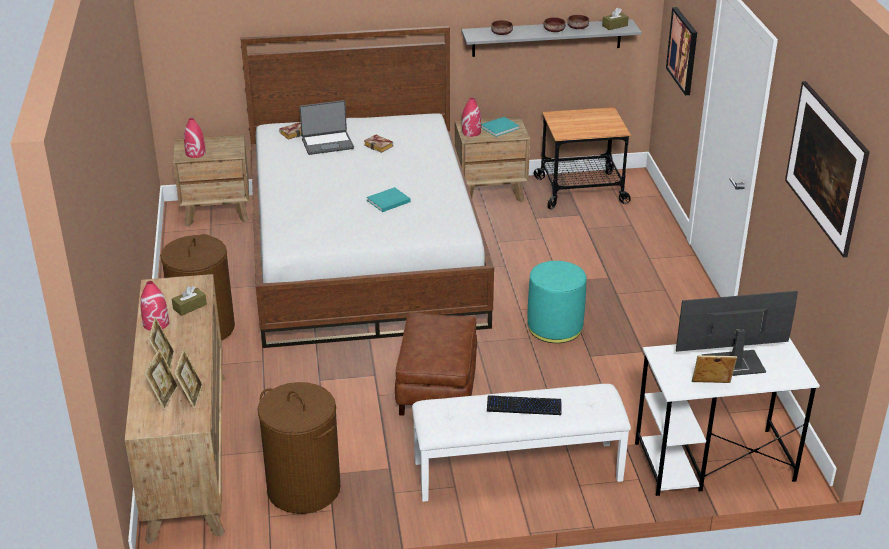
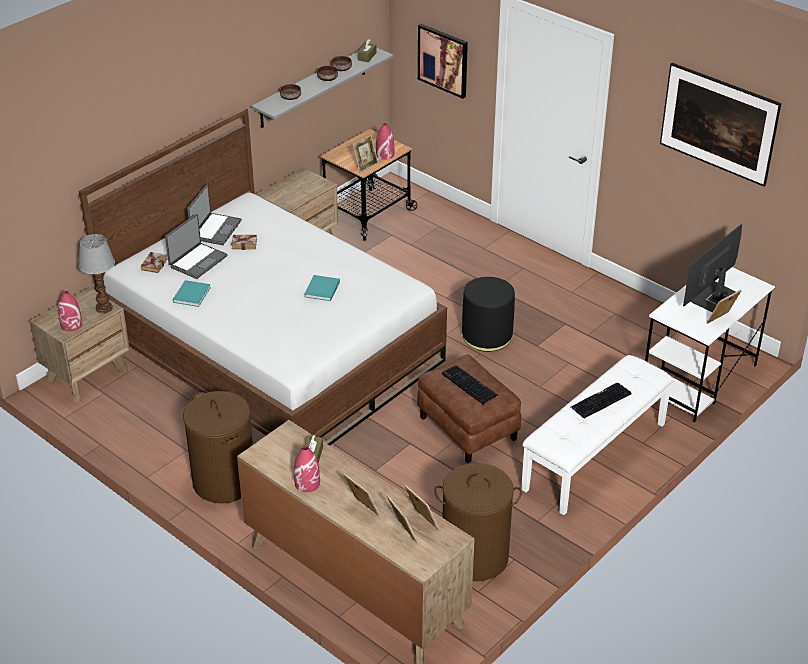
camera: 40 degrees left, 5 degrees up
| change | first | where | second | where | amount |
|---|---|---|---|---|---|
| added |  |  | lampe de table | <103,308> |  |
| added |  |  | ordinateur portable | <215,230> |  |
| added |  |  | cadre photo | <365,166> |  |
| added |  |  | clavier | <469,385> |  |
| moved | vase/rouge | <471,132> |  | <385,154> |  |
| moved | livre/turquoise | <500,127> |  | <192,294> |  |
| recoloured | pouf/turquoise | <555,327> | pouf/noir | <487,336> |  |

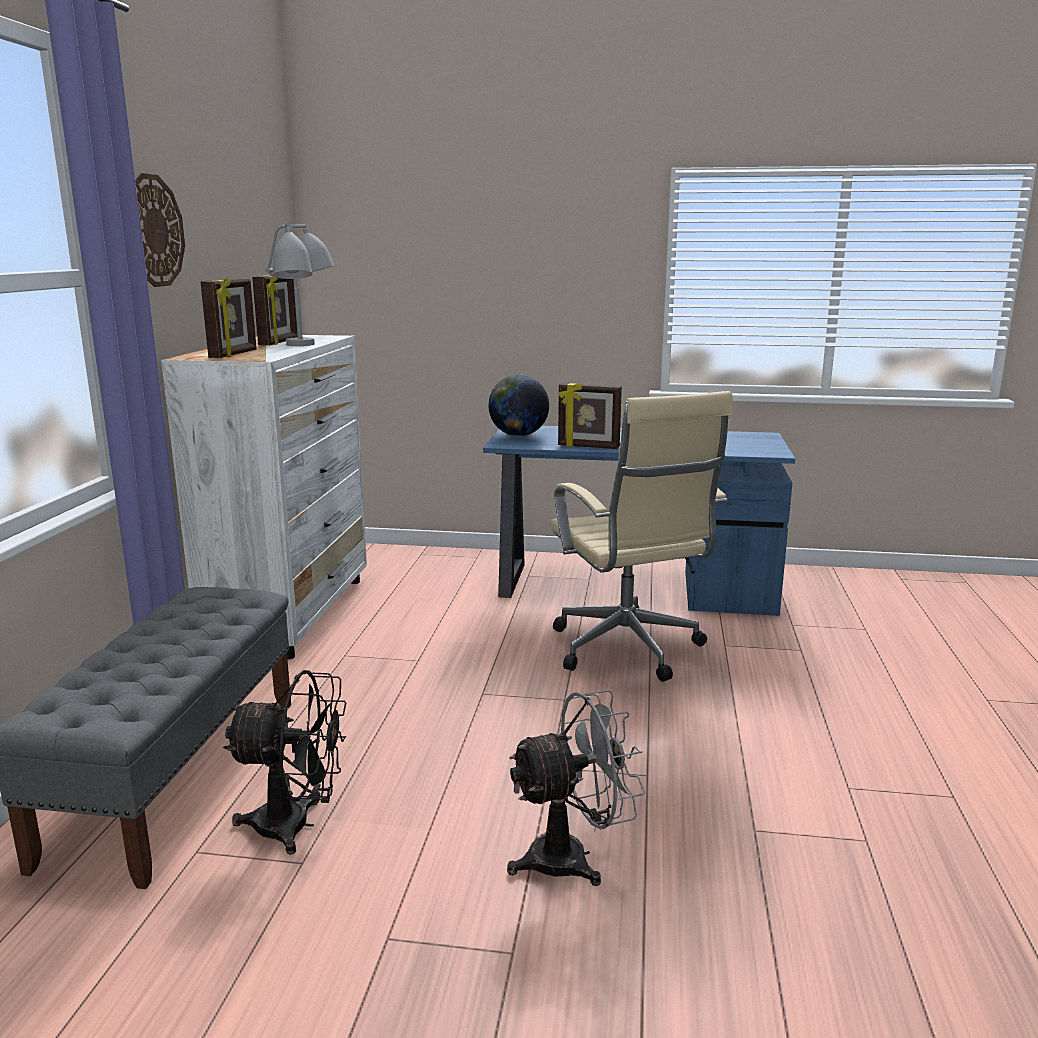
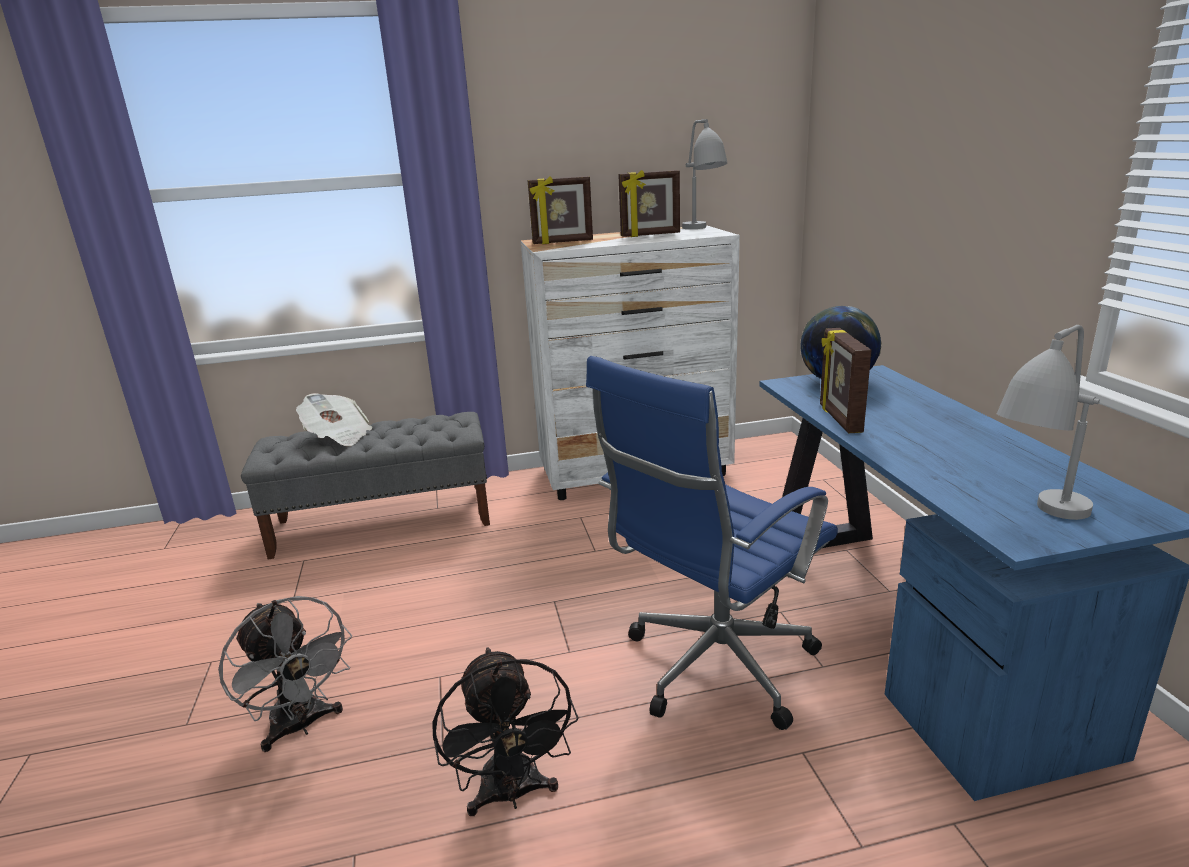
camera: 70 degrees right, 5 degrees up
| change | first | where | second | where | amount |
|---|---|---|---|---|---|
| removed | horloge murale | <153,231> |  |  |  |
| added |  |  | journal | <338,436> |  |
| moved | ventilateur/noir | <297,826> |  | <512,795> |  |
| moved | lampe de table/gris | <299,348> |  | <1034,524> |  |
| recoloured | chaise de bureau/beige | <629,651> | chaise de bureau/bleu | <713,669> |  |

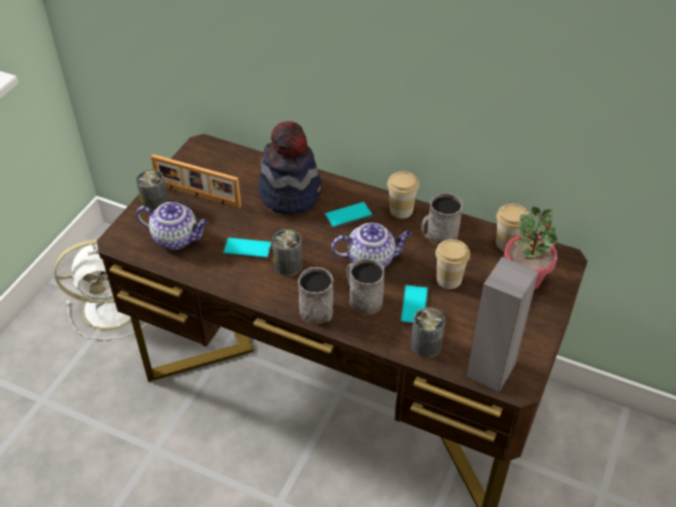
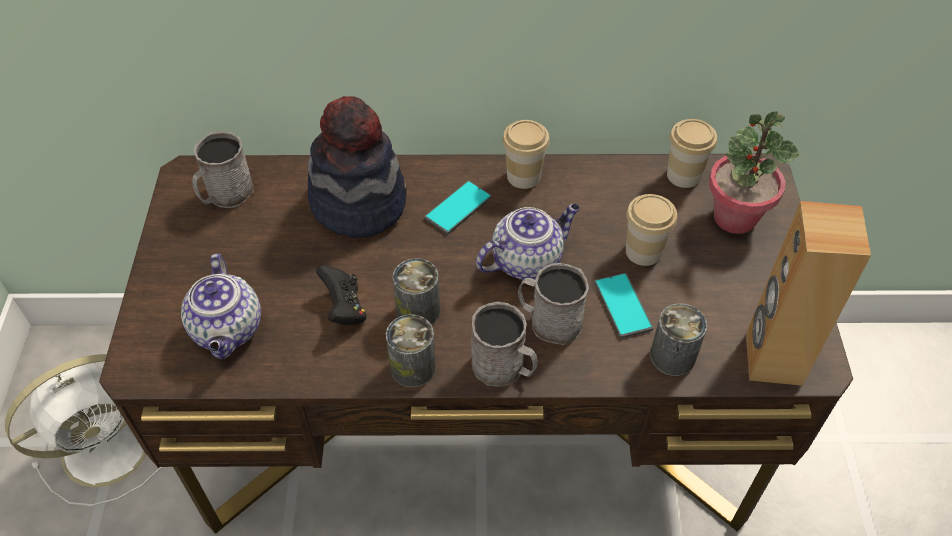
camera: 25 degrees left, 5 degrees up
| change | first | where | second | where | amount |
|---|---|---|---|---|---|
| removed | cadre photo | <197,196> |  |  |  |
| moved | boîte métallique | <155,204> |  | <413,367> |  |
| moved | mug/gris | <438,236> |  | <226,195> |  |
| replaced | téléphone | <247,249> | manette/noir | <344,308> |  |
| recoloured | enceinte/gris | <490,370> | enceinte/marron | <772,359> |  |
| turned | théière | <177,238> |  | <228,330> | 90 degrees clockwise |

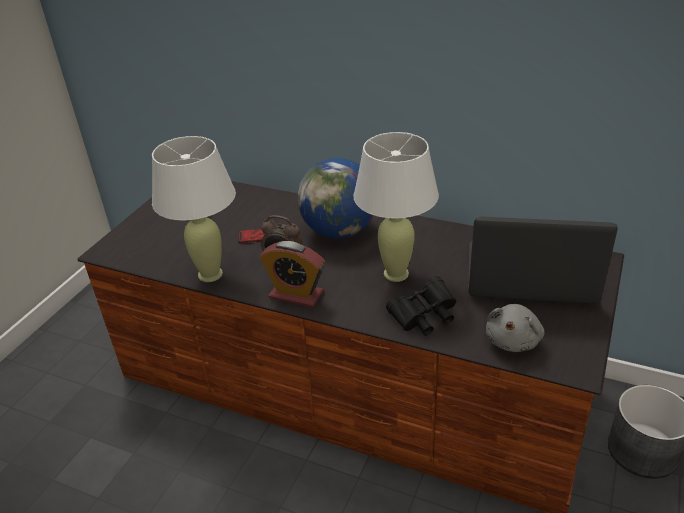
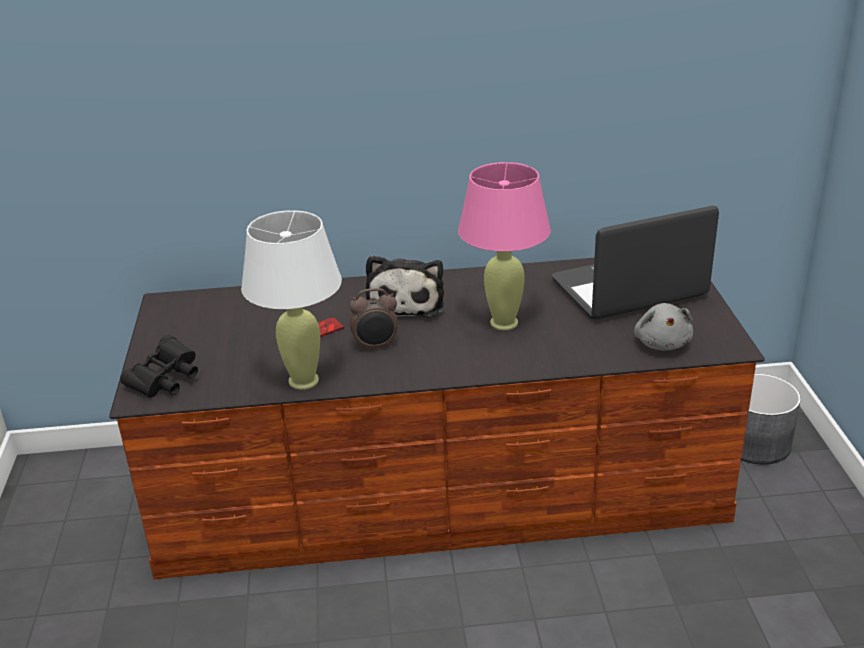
camera: 30 degrees left, 5 degrees down
| change | first | where | second | where | amount |
|---|---|---|---|---|---|
| removed | réveil | <296,295> |  |  |  |
| moved | jumelles/noir | <424,317> |  | <165,381> |  |
| replaced | globe | <339,231> | peluche | <406,302> |  |
| recoloured | lampe de table/blanc | <396,273> | lampe de table/rose | <503,322> |  |

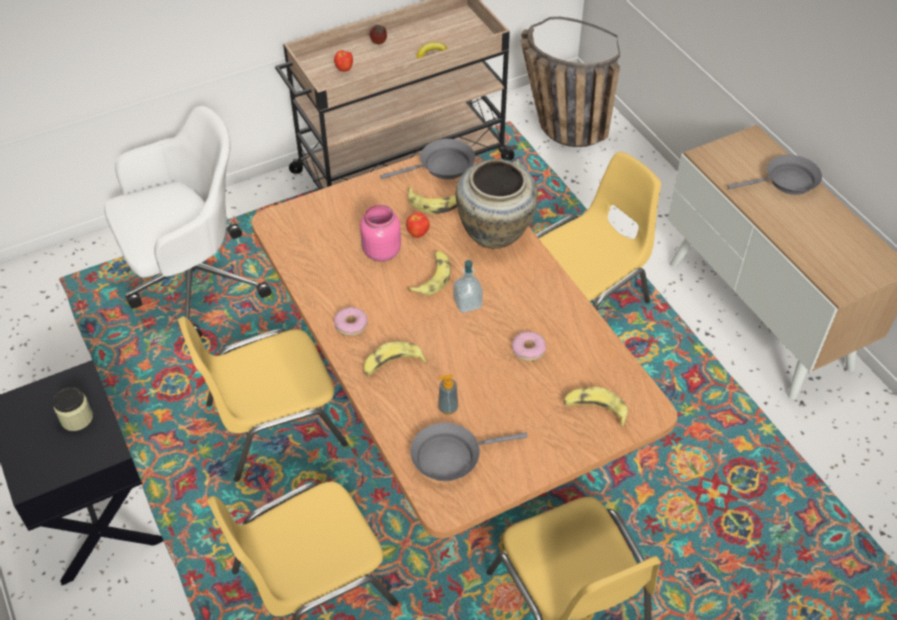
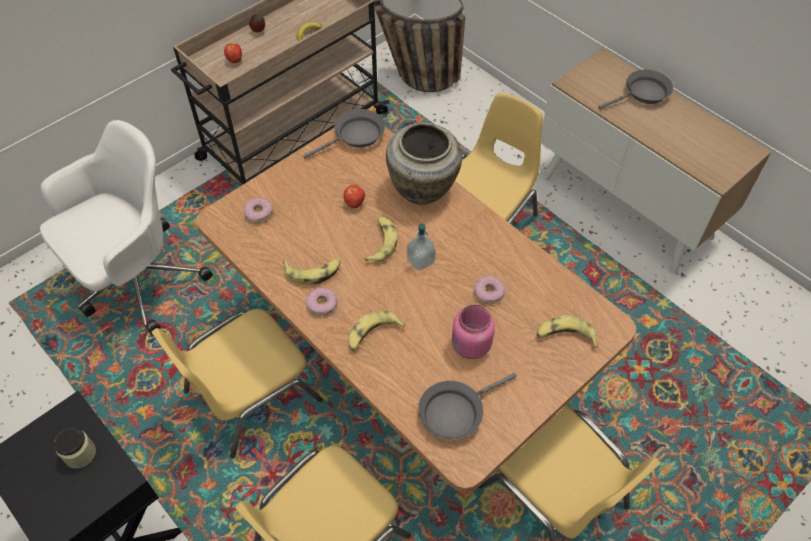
camera: 15 degrees left, 5 degrees up
| change | first | where | second | where | amount |
|---|---|---|---|---|---|
| removed | distributeur de savon | <448,408> |  |  |  |
| added |  |  | beignet | <259,213> |  |
| moved | bocal/rose | <380,252> |  | <470,346> |  |
| moved | banane | <435,203> |  | <313,272> |  |

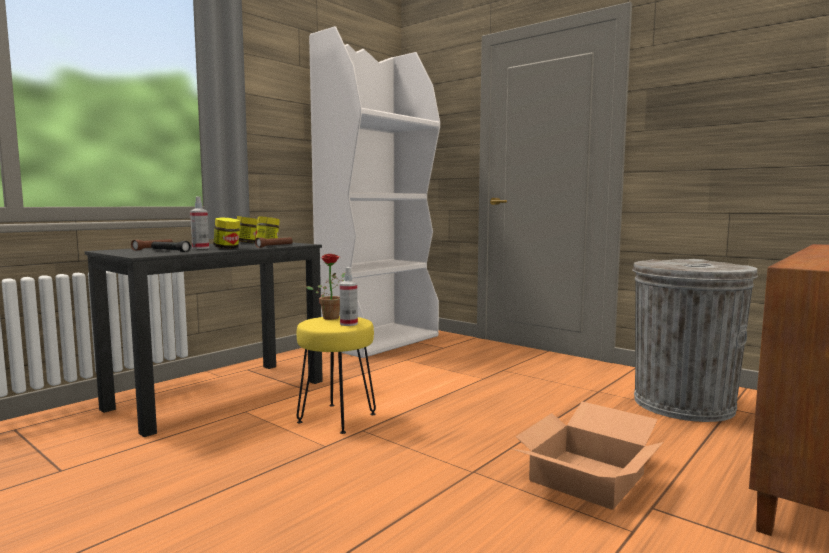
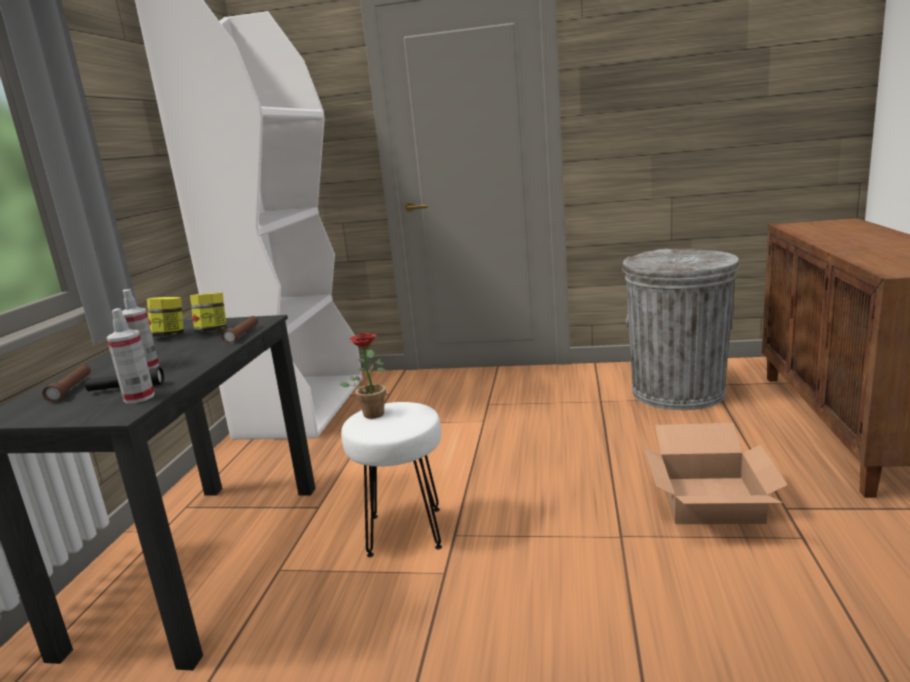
camera: 30 degrees left, 10 degrees up
| change | first | where | second | where | amount |
|---|---|---|---|---|---|
| removed | bocal | <227,248> |  |  |  |
| moved | vaporisateur | <348,324> |  | <139,397> |  |
| recoloured | tabouret/jaune | <337,418> | tabouret/blanc | <406,532> |  |

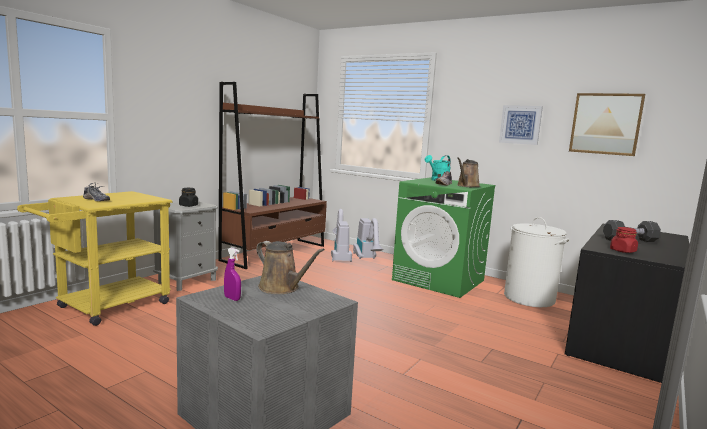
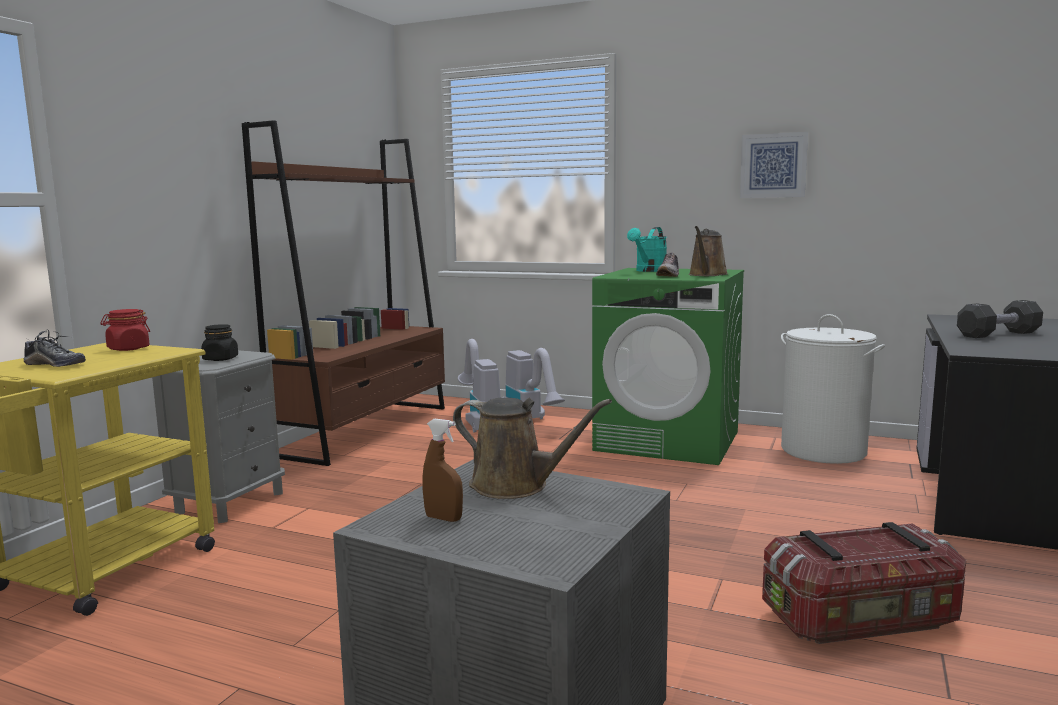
camera: 10 degrees left, 0 degrees up
| change | first | where | second | where | amount |
|---|---|---|---|---|---|
| removed | tableau | <605,124> |  |  |  |
| added |  |  | boîte de rangement | <862,620> |  |
| moved | bocal/rouge | <622,251> |  | <128,349> |  |
| recoloured | vaporisateur/violet | <232,298> | vaporisateur/marron | <443,518> |  |

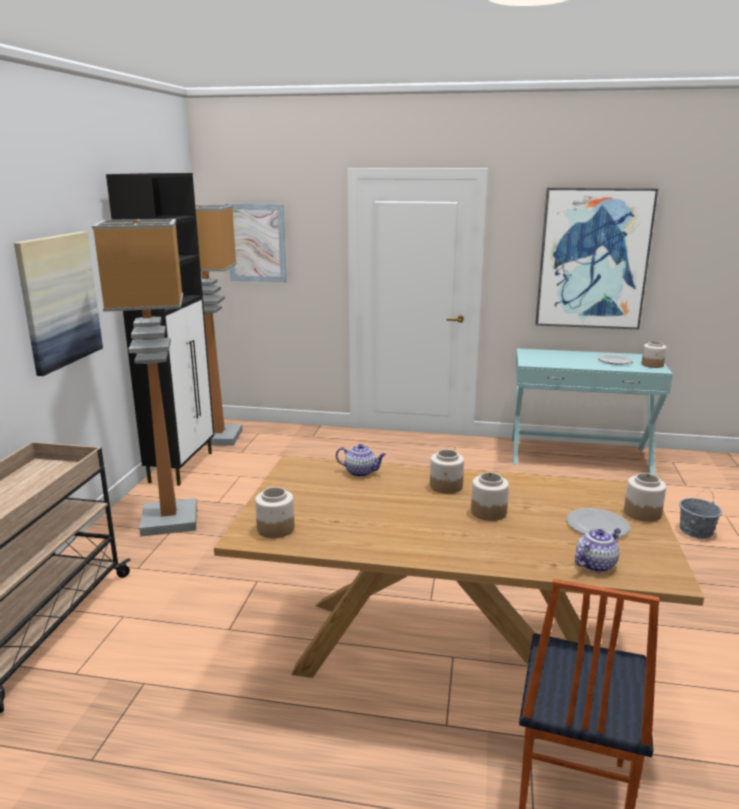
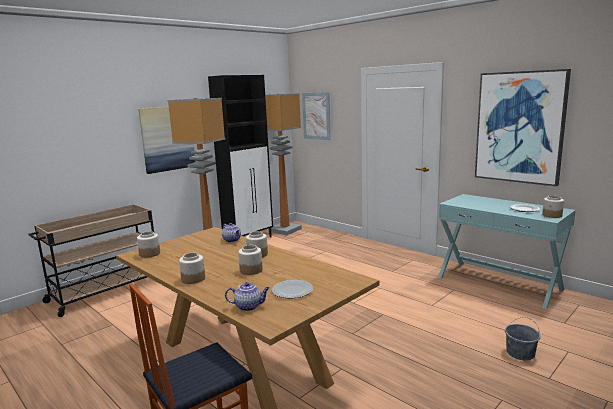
camera: 35 degrees right, 5 degrees down
| change | first | where | second | where | amount |
|---|---|---|---|---|---|
| moved | bocal | <642,512> |  | <193,279> |  |

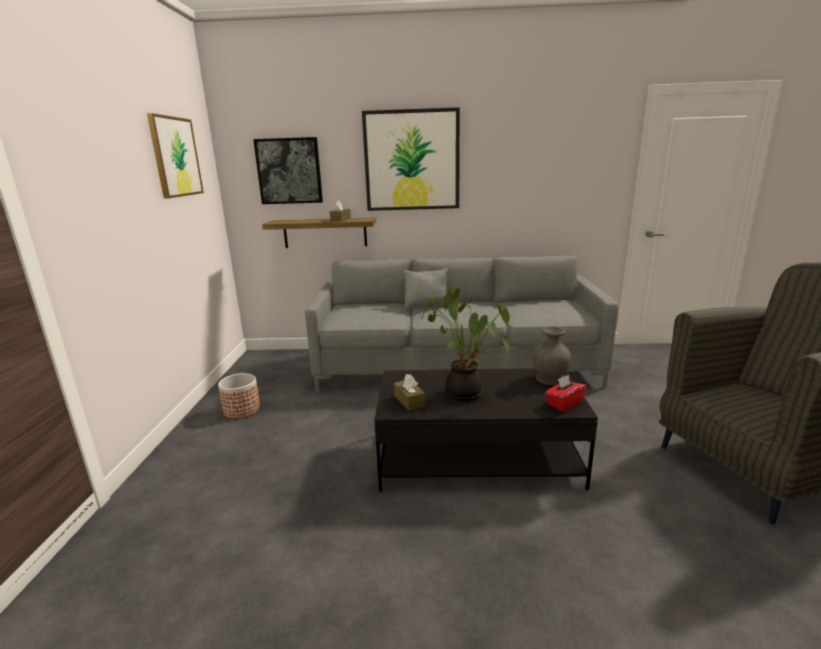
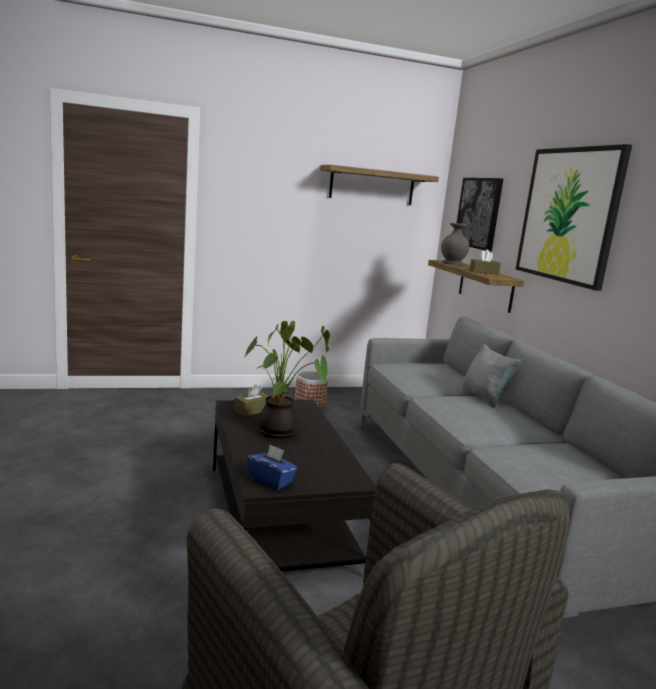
camera: 70 degrees right, 5 degrees down
| change | first | where | second | where | amount |
|---|---|---|---|---|---|
| moved | vase/gris | <549,379> |  | <452,263> |  |
| replaced | tableau | <175,157> | étagère | <372,186> |  |
| recoloured | boîte à mouchoirs/rouge | <564,404> | boîte à mouchoirs/bleu | <271,480> |  |

